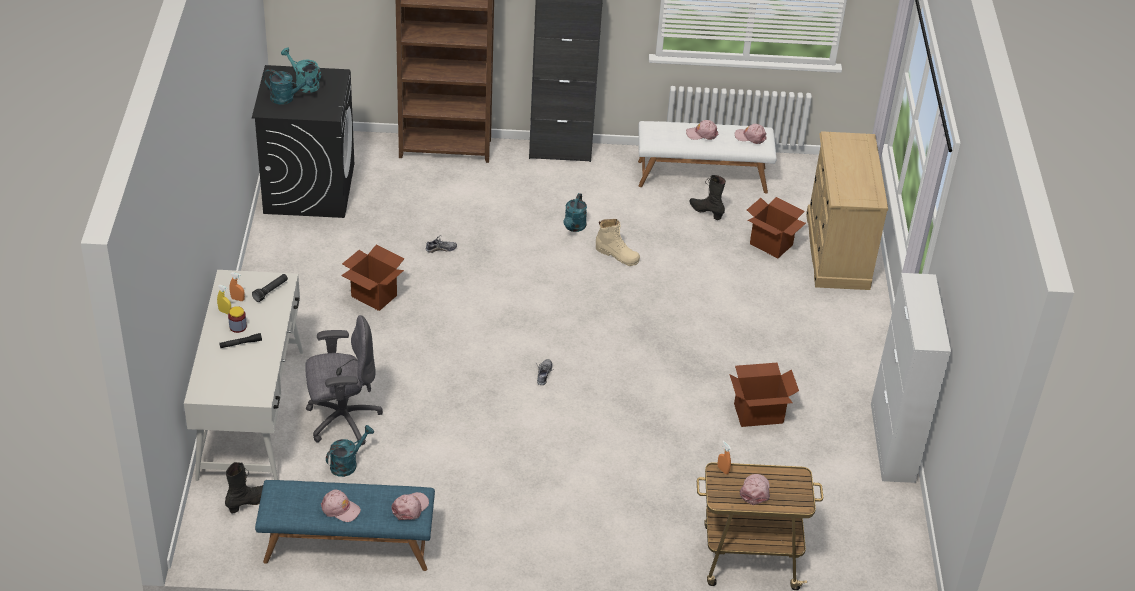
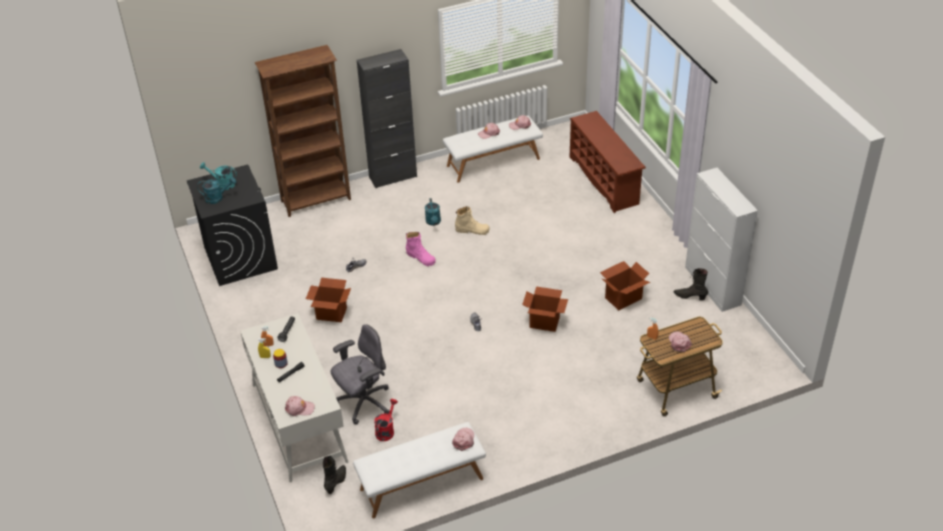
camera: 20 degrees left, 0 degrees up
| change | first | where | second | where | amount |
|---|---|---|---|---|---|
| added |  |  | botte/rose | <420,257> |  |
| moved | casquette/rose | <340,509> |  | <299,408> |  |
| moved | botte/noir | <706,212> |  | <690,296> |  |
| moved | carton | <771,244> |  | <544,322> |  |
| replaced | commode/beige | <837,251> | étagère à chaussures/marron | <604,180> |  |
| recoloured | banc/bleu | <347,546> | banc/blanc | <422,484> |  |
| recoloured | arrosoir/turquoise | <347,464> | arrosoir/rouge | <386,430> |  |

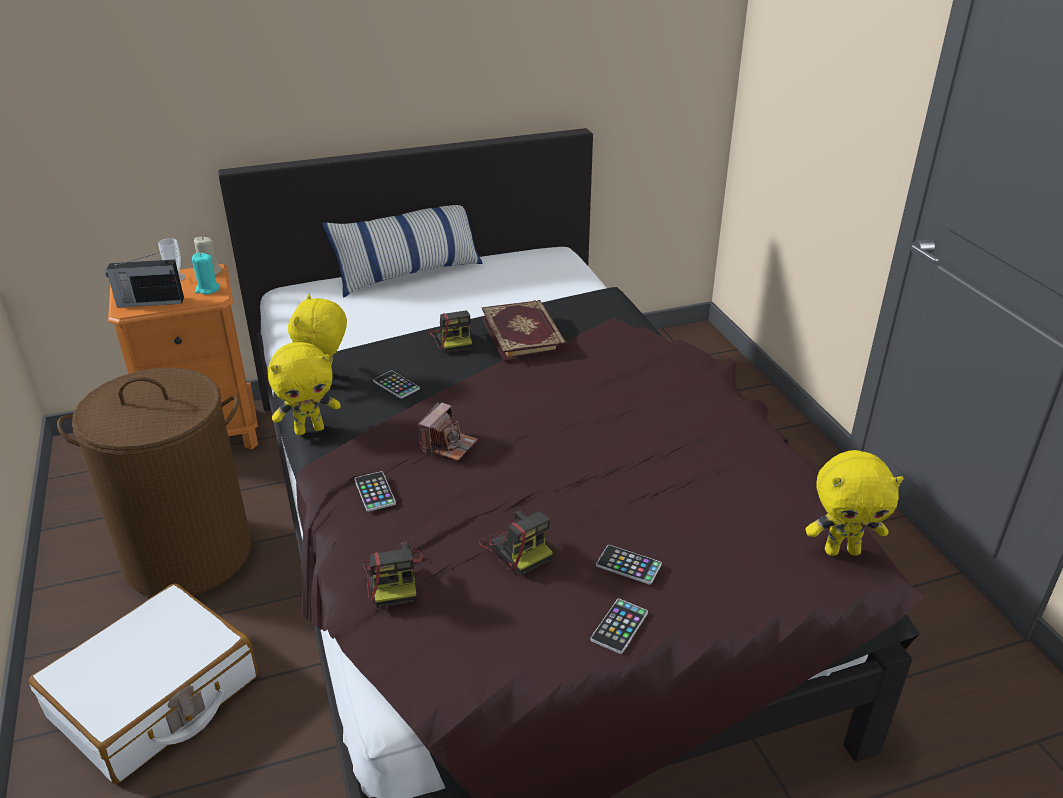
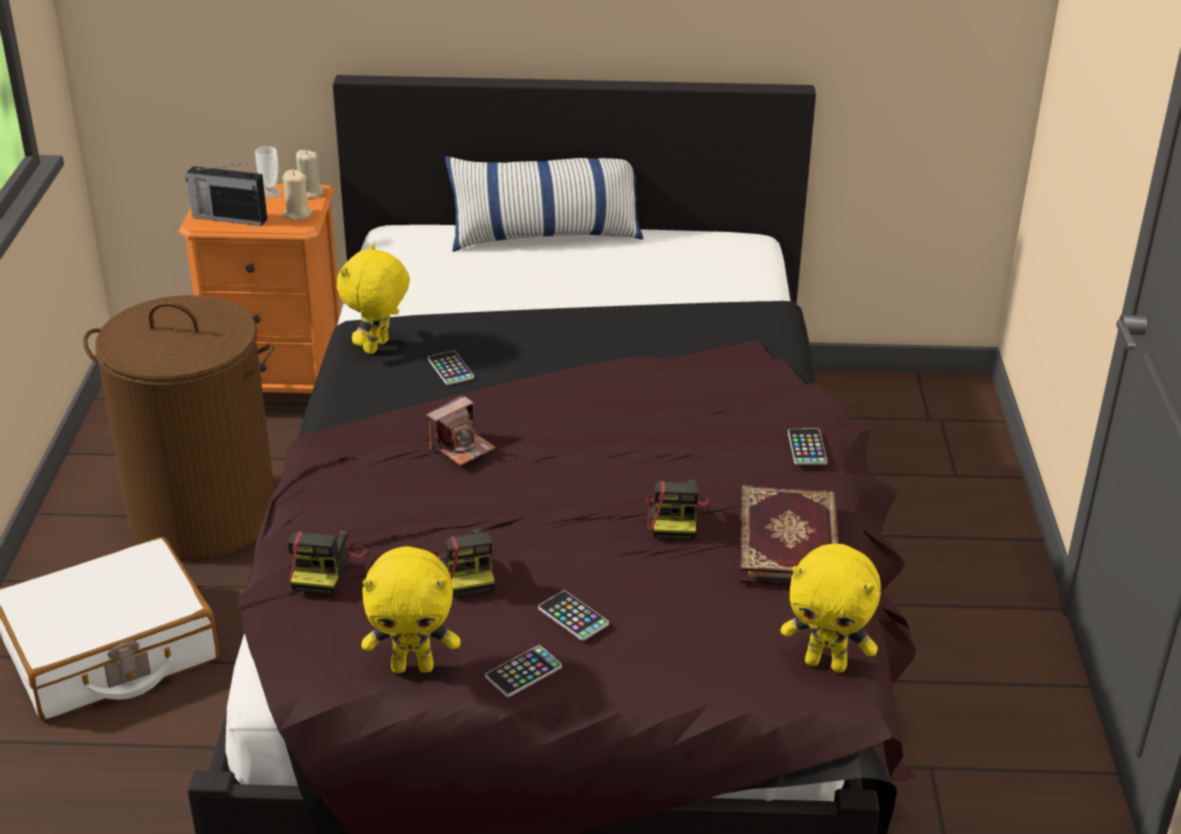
camera: 20 degrees right, 0 degrees up
| change | first | where | second | where | amount |
|---|---|---|---|---|---|
| moved | peluche/jaune | <309,429> |  | <413,667> |  |
| moved | téléphone | <375,492> |  | <807,447> |  |
| moved | appareil photo | <453,339> |  | <675,516> |  |
| moved | livre | <524,334> |  | <791,542> |  |
| recoloured | bougie/turquoise | <207,289> | bougie/beige | <297,214> |  |

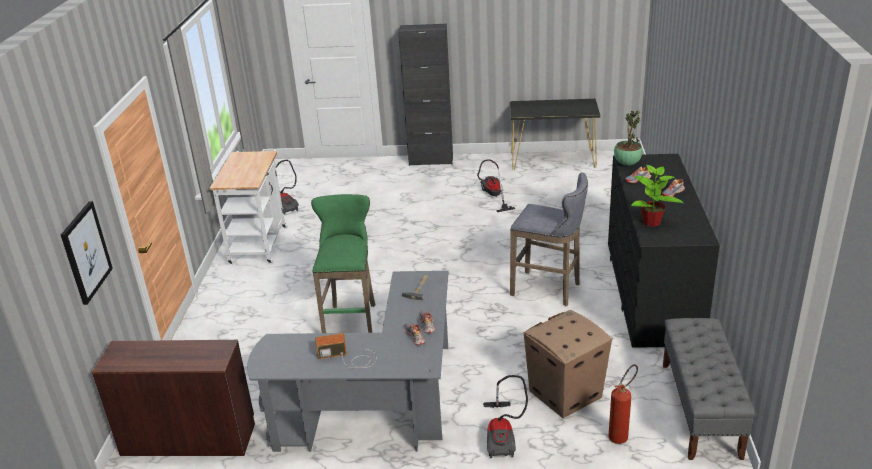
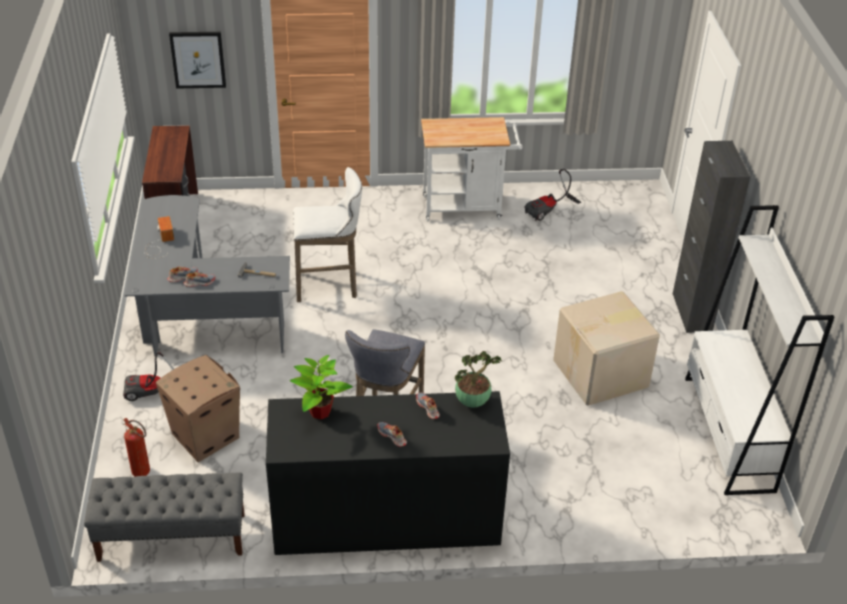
camera: 80 degrees right, 10 degrees up
| change | first | where | second | where | amount |
|---|---|---|---|---|---|
| replaced | aspirateur | <493,196> | carton | <602,374> |  |
| replaced | table console/noir | <553,160> | bibliothèque/blanc | <728,433> |  |
| recoloured | tabouret/vert | <351,320> | tabouret/blanc | <329,285> |  |

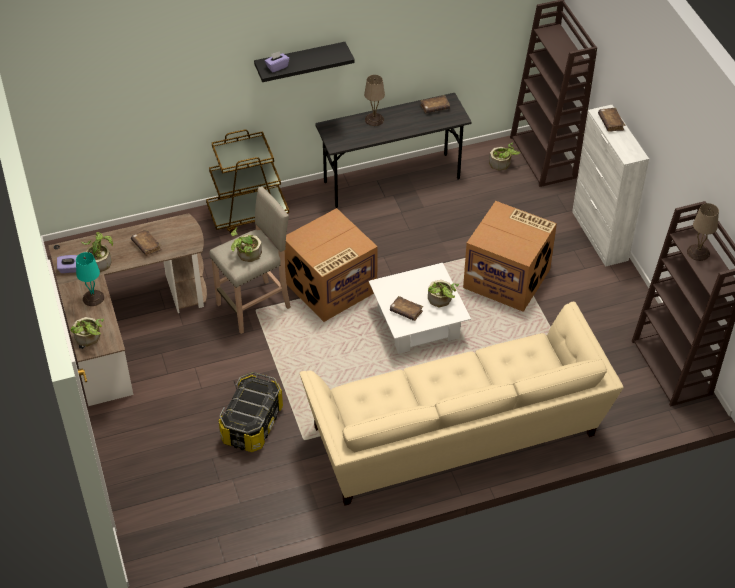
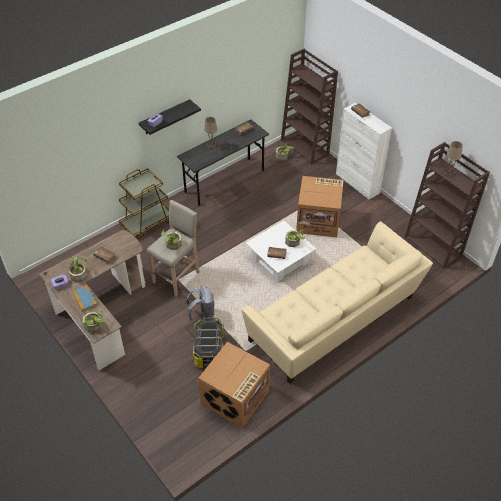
camera: 20 degrees left, 0 degrees up
| change | first | where | second | where | amount |
|---|---|---|---|---|---|
| added |  |  | sac à dos/gris | <202,316> |  |
| moved | carton | <330,288> |  | <235,398> |  |
| replaced | lampe de table/turquoise | <93,298> | livre | <85,299> |  |

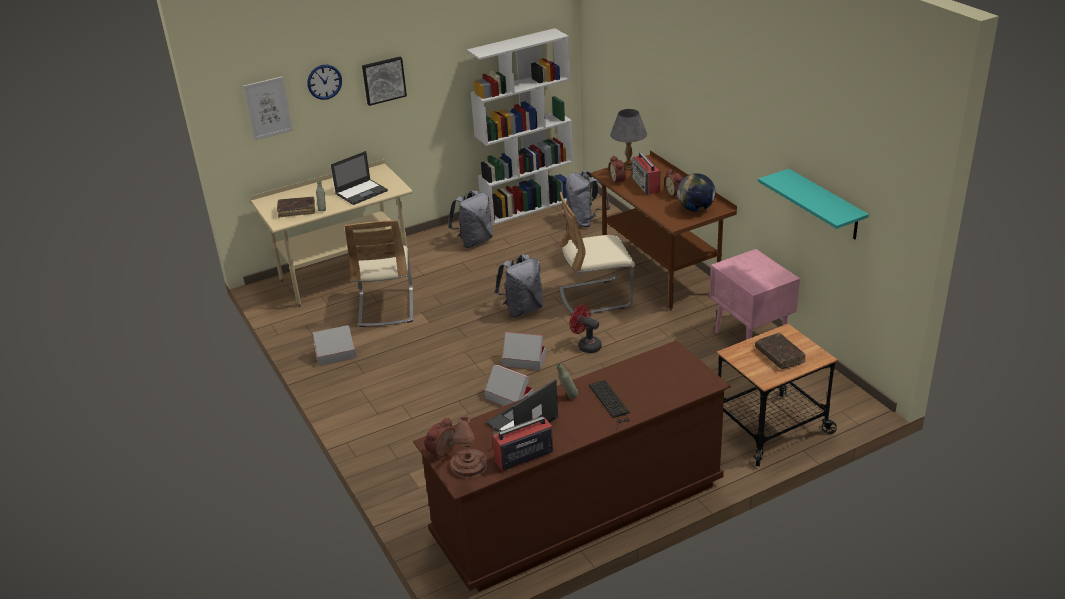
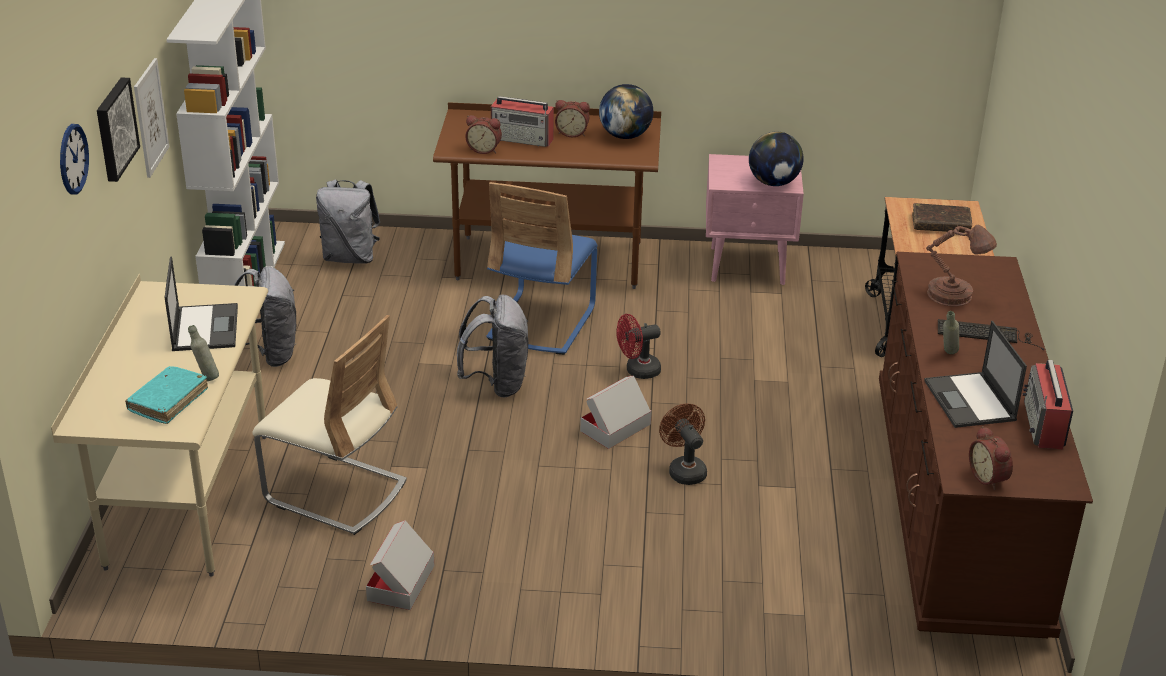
camera: 60 degrees left, 0 degrees up
| change | first | where | second | where | amount |
|---|---|---|---|---|---|
| removed | lampe de table/gris | <628,167> |  |  |  |
| removed | étagère/turquoise | <825,205> |  |  |  |
| added |  |  | globe | <774,183> |  |
| moved | tableau | <268,108> |  | <150,117> |  |
| moved | lampe de table/marron | <469,468> |  | <953,295> |  |
| replaced | carton | <509,398> | ventilateur/marron | <684,470> |  |
| recoloured | livre/marron | <296,210> | livre/turquoise | <168,401> |  |
| recoloured | chaise/beige | <595,297> | chaise/bleu | <541,323> |  |

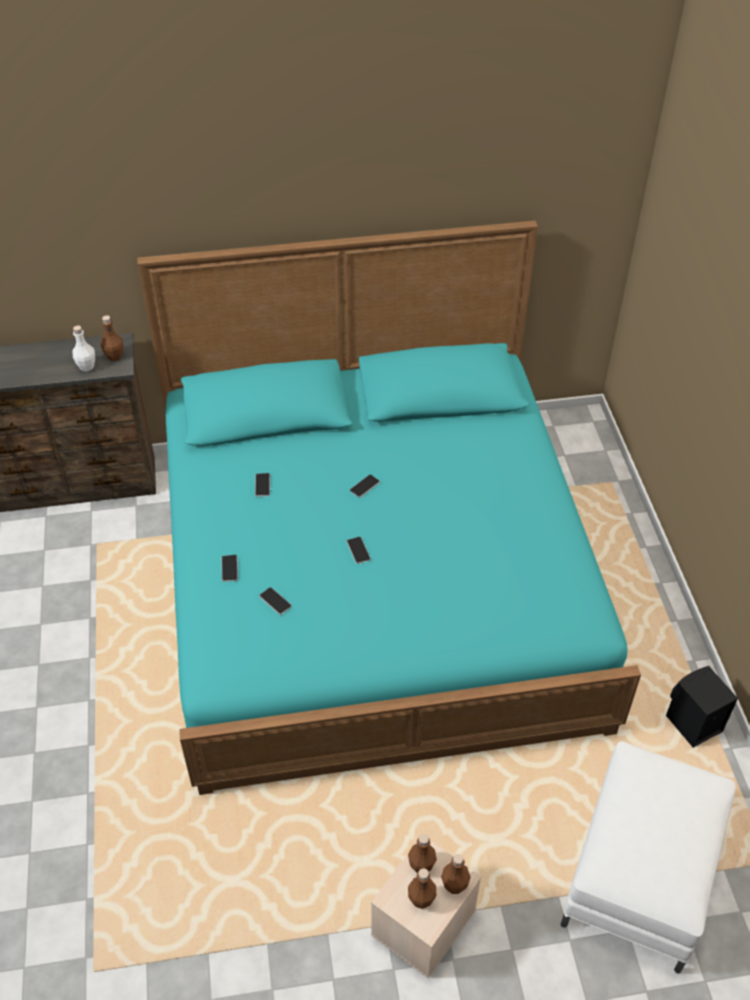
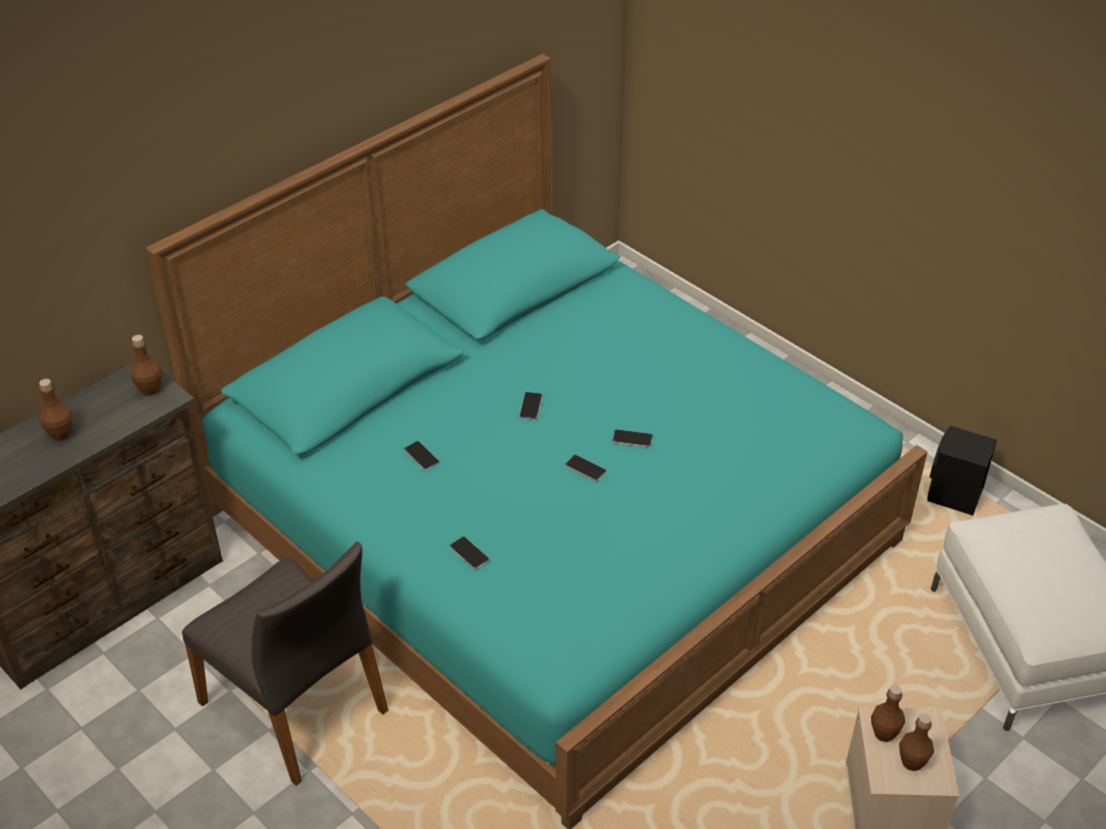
camera: 35 degrees left, 5 degrees down
| change | first | where | second | where | amount |
|---|---|---|---|---|---|
| removed | bouteille/blanc | <87,366> |  |  |  |
| added |  |  | chaise/gris | <297,706> |  |
| moved | téléphone | <275,601> |  | <632,439> |  |
| moved | bouteille/marron | <454,885> |  | <61,434> |  |

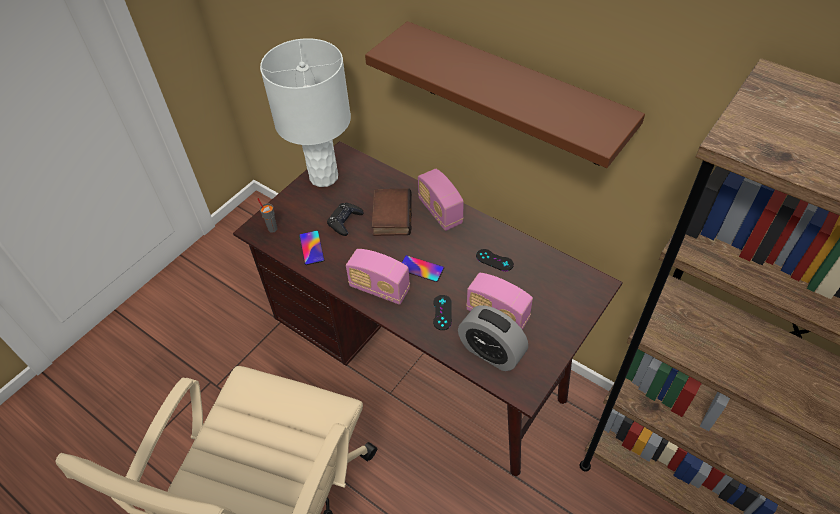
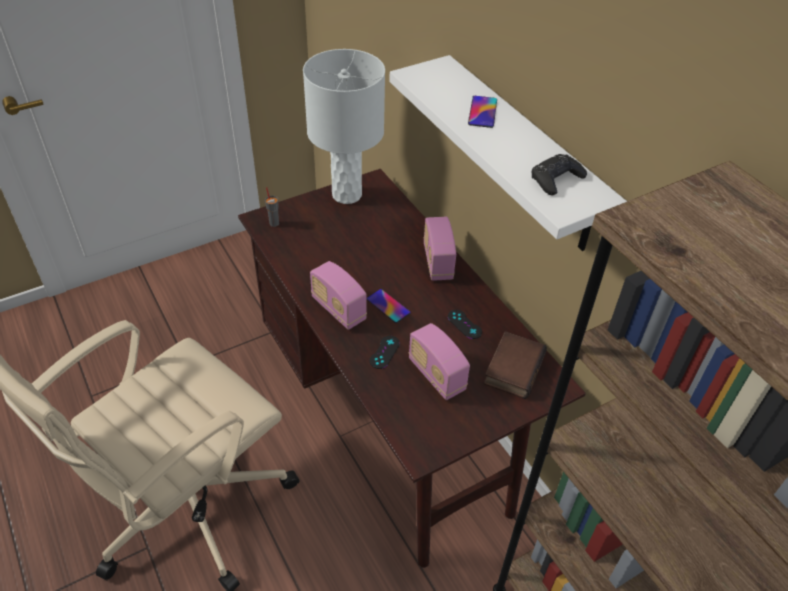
camera: 20 degrees right, 5 degrees down
| change | first | where | second | where | amount |
|---|---|---|---|---|---|
| removed | réveil | <491,352> |  |  |  |
| moved | téléphone | <311,248> |  | <482,112> |  |
| moved | manette/noir | <345,221> |  | <556,179> |  |
| moved | livre | <390,215> |  | <512,368> |  |
| recoloured | étagère/marron | <514,96> | étagère/blanc | <522,154> |  |

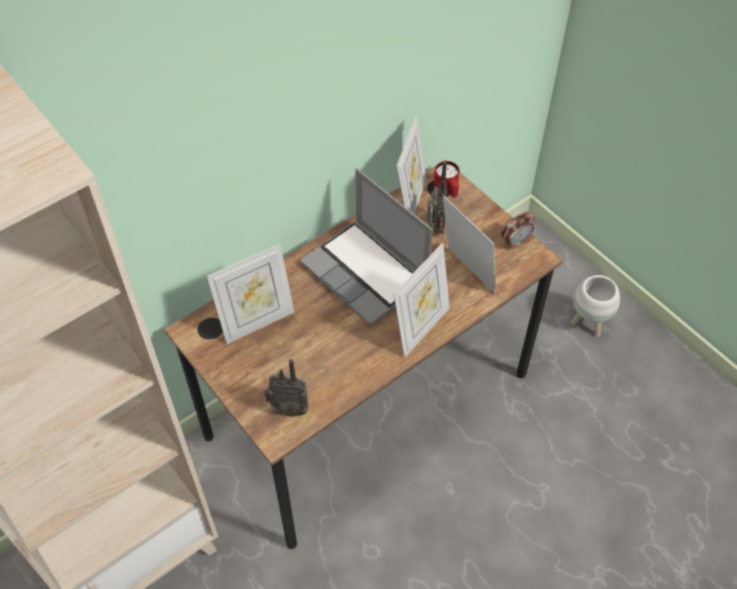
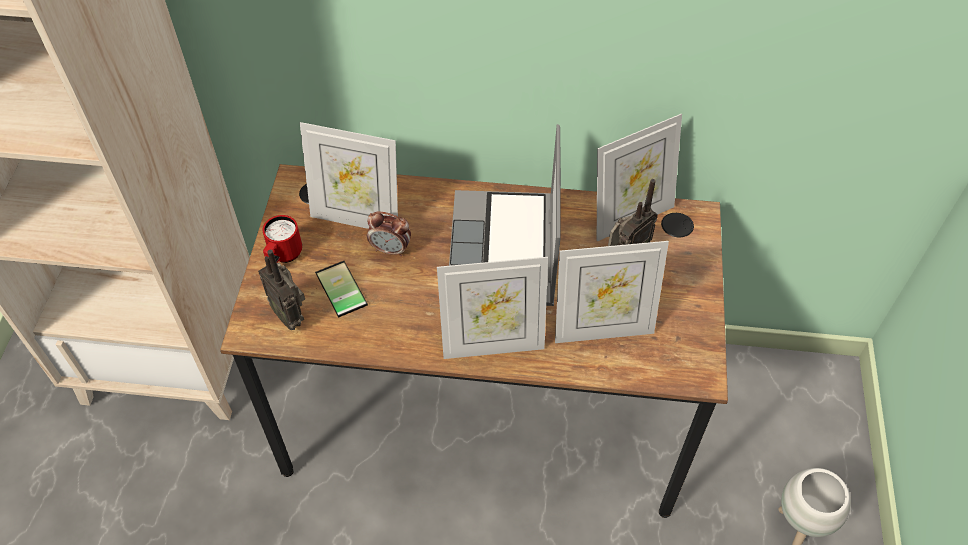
camera: 45 degrees right, 0 degrees up
| change | first | where | second | where | amount |
|---|---|---|---|---|---|
| added |  |  | téléphone | <338,290> |  |
| moved | mug/rouge | <447,192> |  | <283,257> |  |
| moved | réveil | <515,242> |  | <391,249> |  |
| turned | cadre photo | <465,274> |  | <602,329> | 75 degrees clockwise |

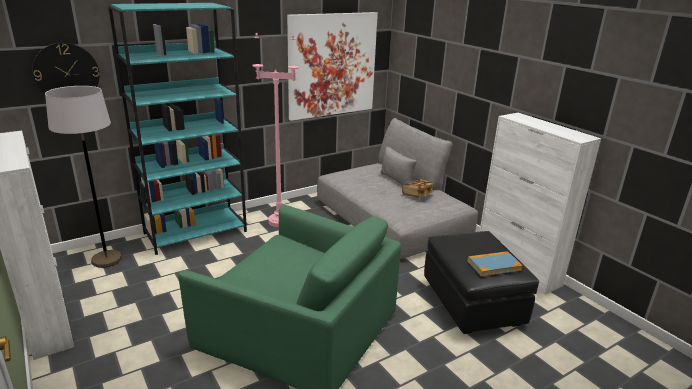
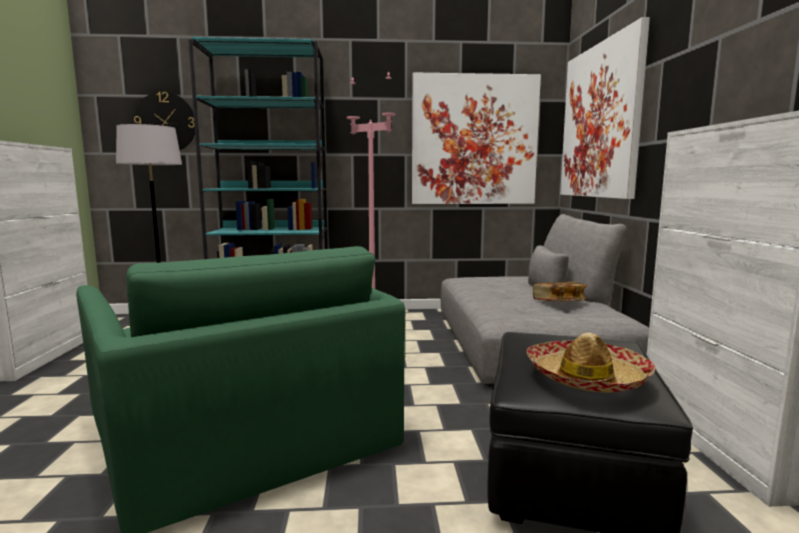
camera: 30 degrees right, 15 degrees down
| change | first | where | second | where | amount |
|---|---|---|---|---|---|
| added |  |  | tableau | <600,121> |  |
| replaced | livre | <494,265> | chapeau | <587,378> |  |

